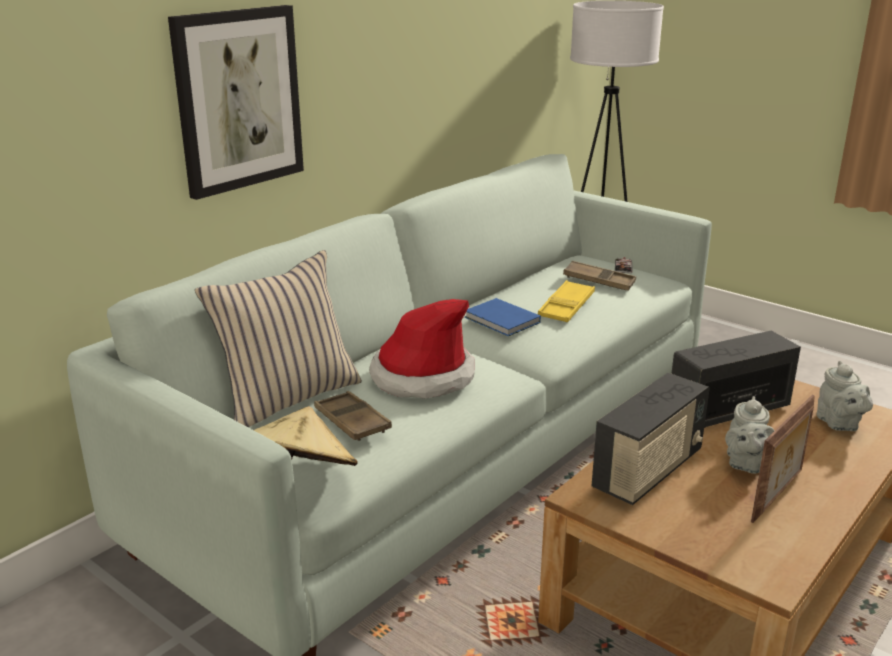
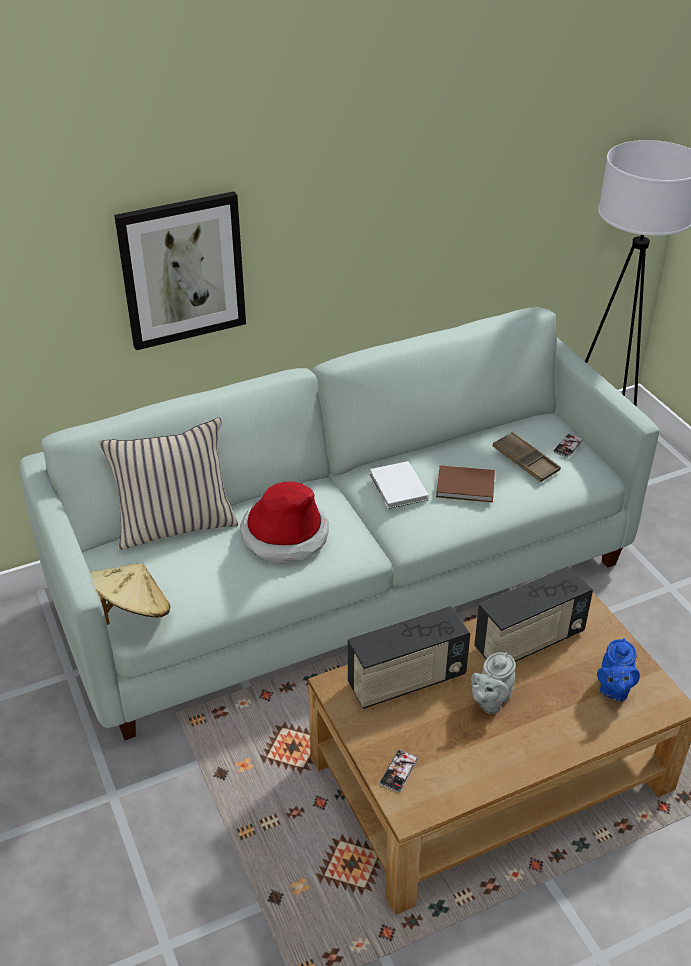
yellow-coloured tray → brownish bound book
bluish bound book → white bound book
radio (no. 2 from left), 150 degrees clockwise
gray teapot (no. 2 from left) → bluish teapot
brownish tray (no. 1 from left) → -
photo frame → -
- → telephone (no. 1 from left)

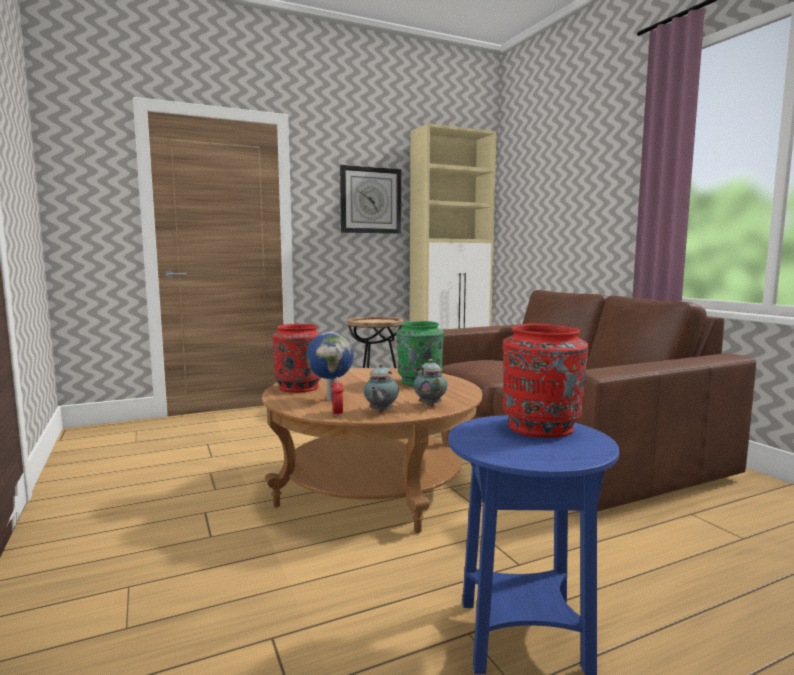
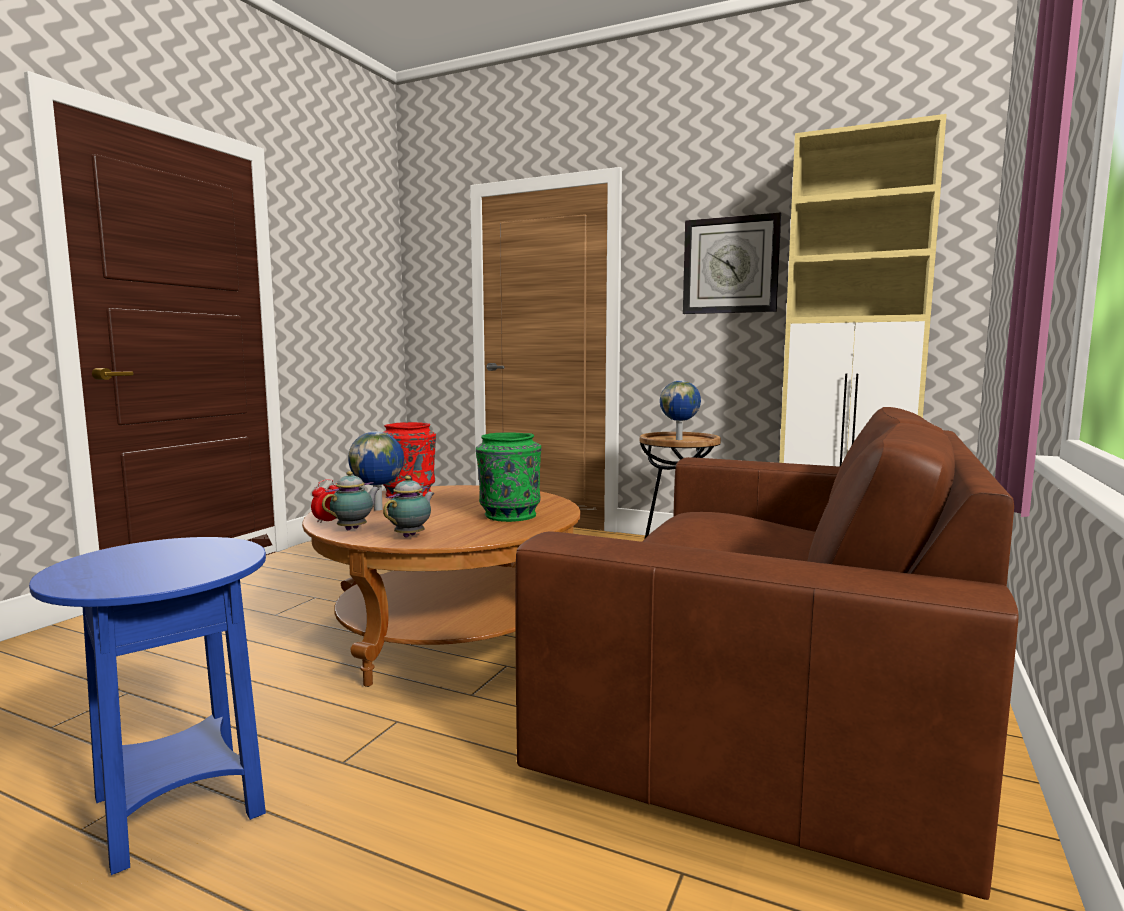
red flower vase (no. 2 from left) → -
teapot (no. 1 from left), 150 degrees clockwise
- → globe (no. 2 from left)

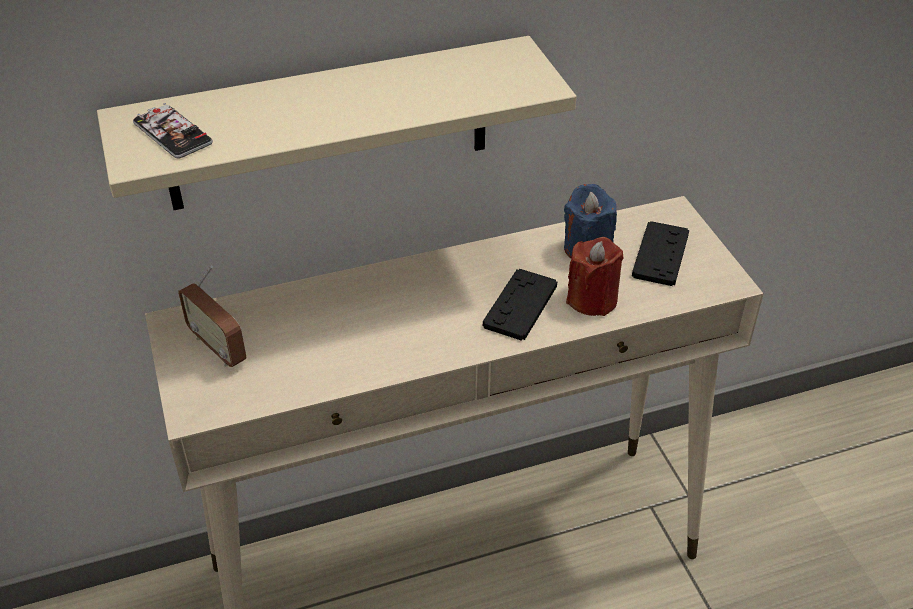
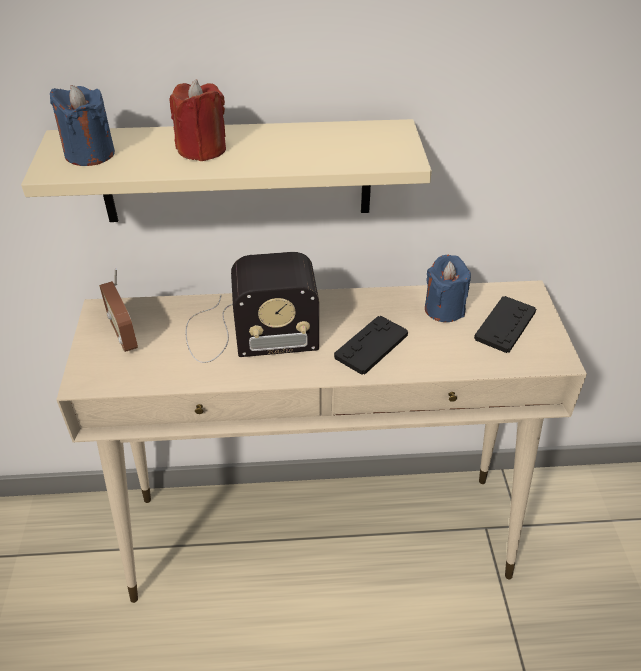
telephone → bluish wax light (no. 1 from left)
red wax light, relocated
- → radio (no. 2 from left)

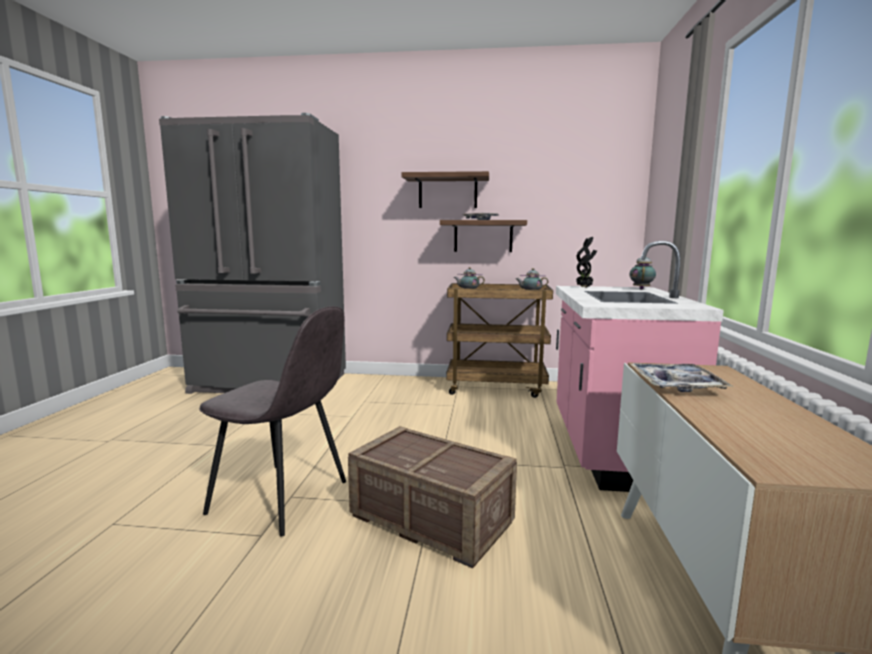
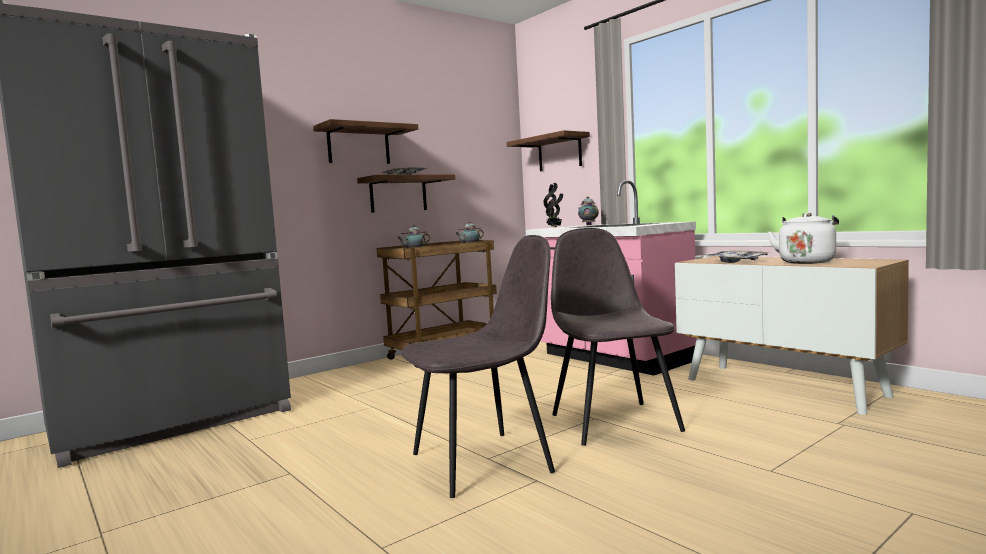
crate → gray plain chair (no. 2 from left)
- → shelf (no. 3 from left)
- → white kettle

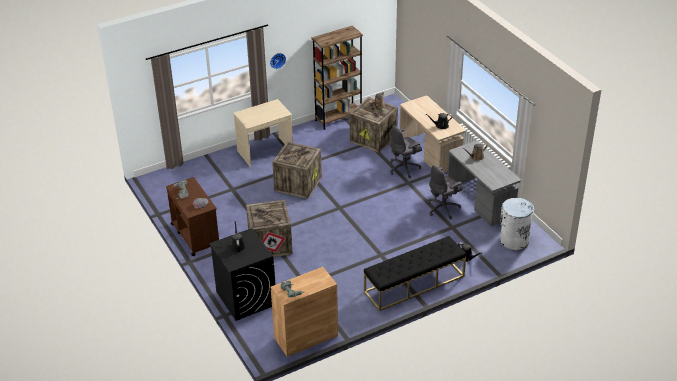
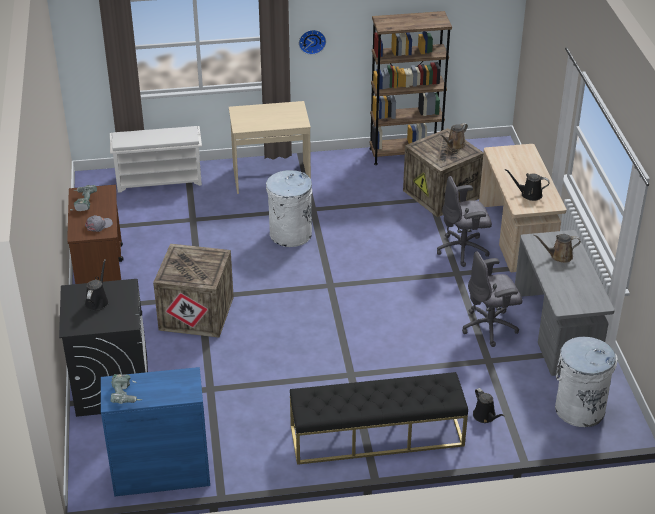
crate (no. 2 from left) → white trash can (no. 1 from left)
brownish cupboard → bluish cupboard
- → white shoe rack

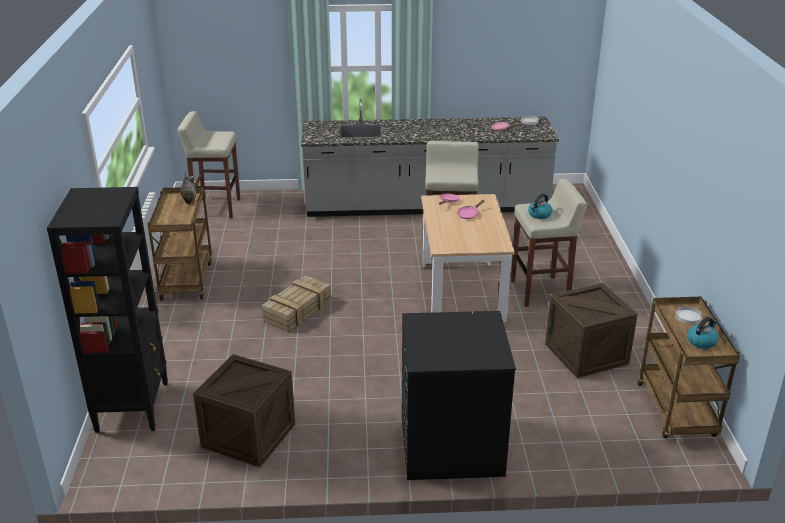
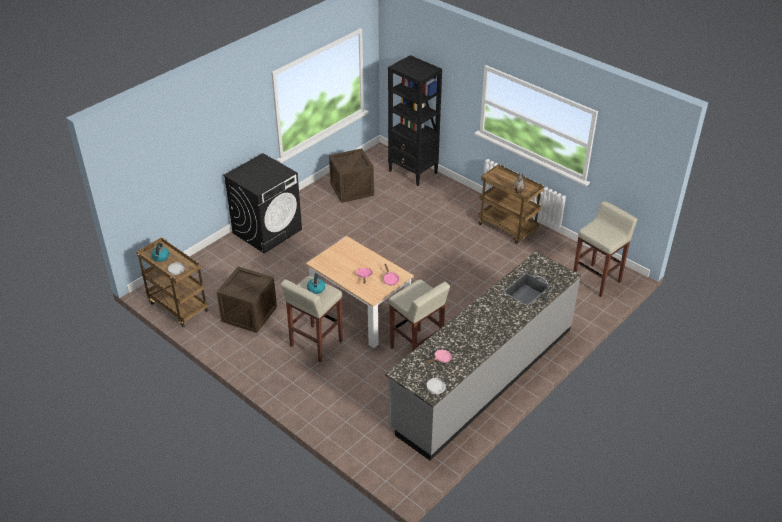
crate (no. 2 from left) → -

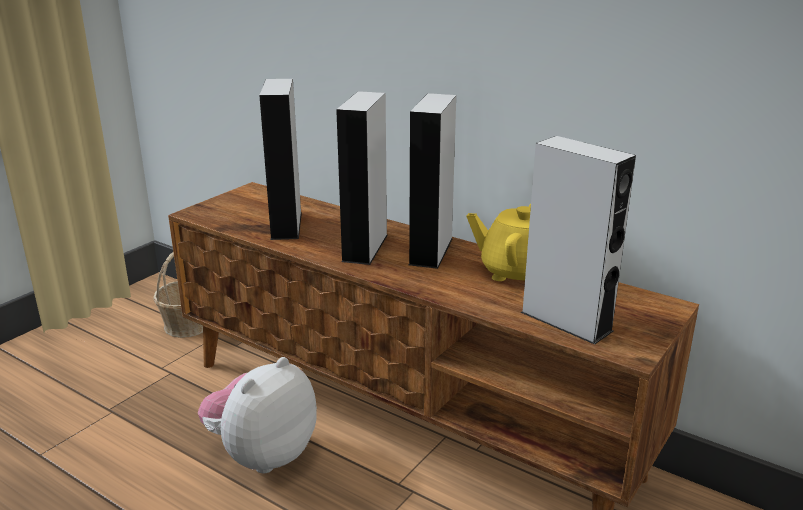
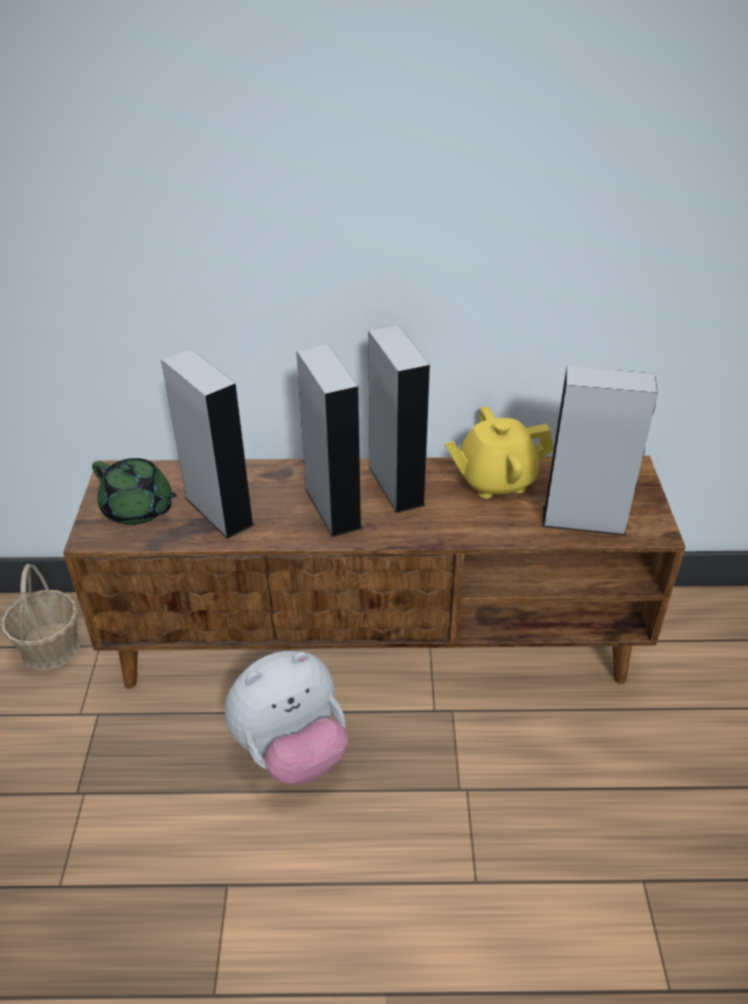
soft toy, 120 degrees counterclockwise
- → green-coloured teapot

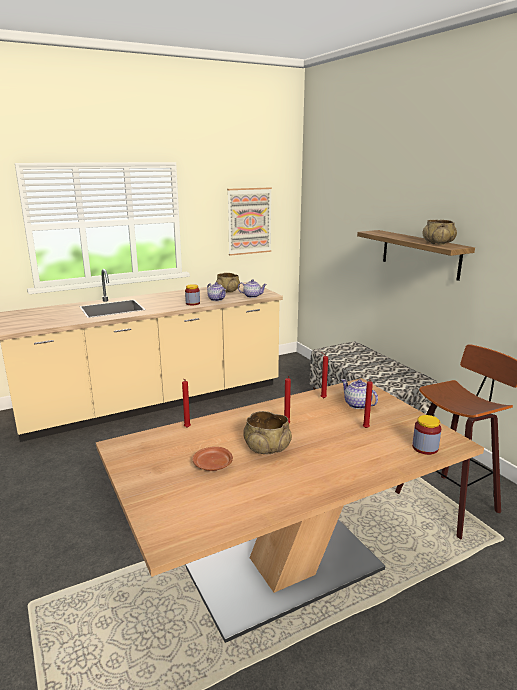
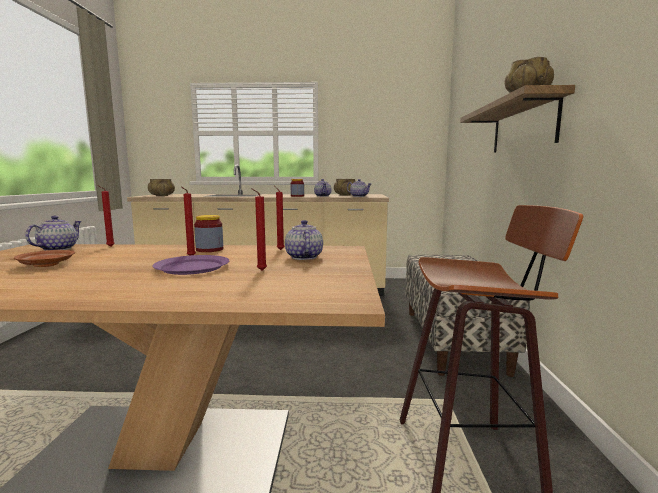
picture → -
beige-coloured serving bowl (no. 2 from left in the first image) → beige-coloured serving bowl (no. 1 from left), relocated
preserve jar (no. 2 from left in the first image) → preserve jar (no. 1 from left), relocated
- → teapot (no. 1 from left)
- → purple-coloured plate

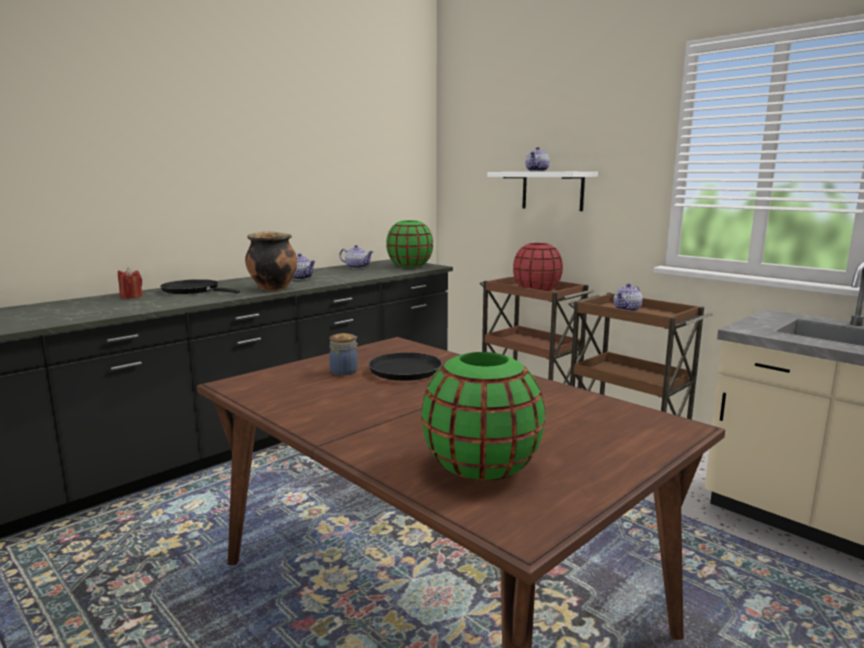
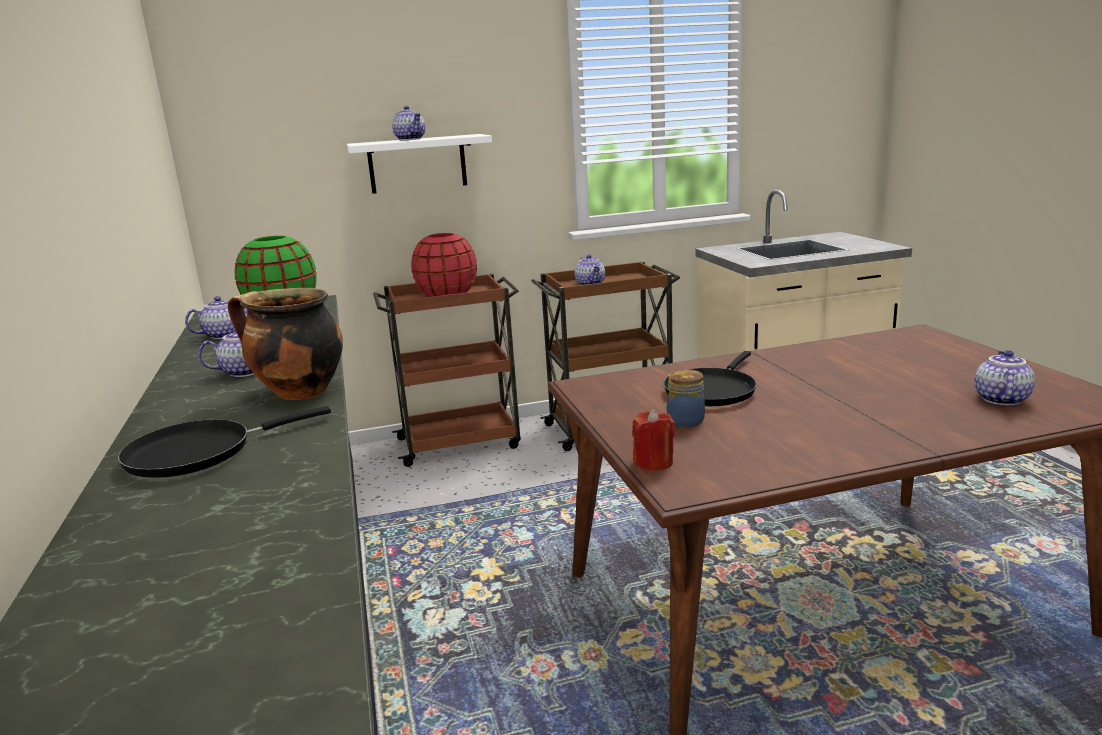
red wax light, relocated
green-coloured flower vase (no. 2 from left) → teapot (no. 5 from left)

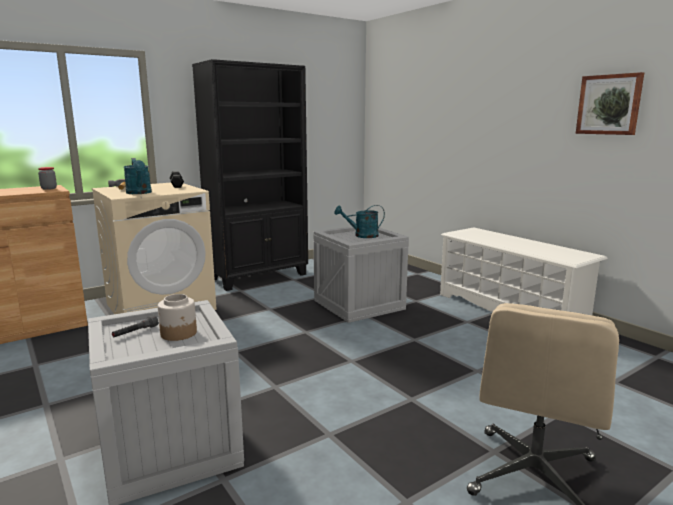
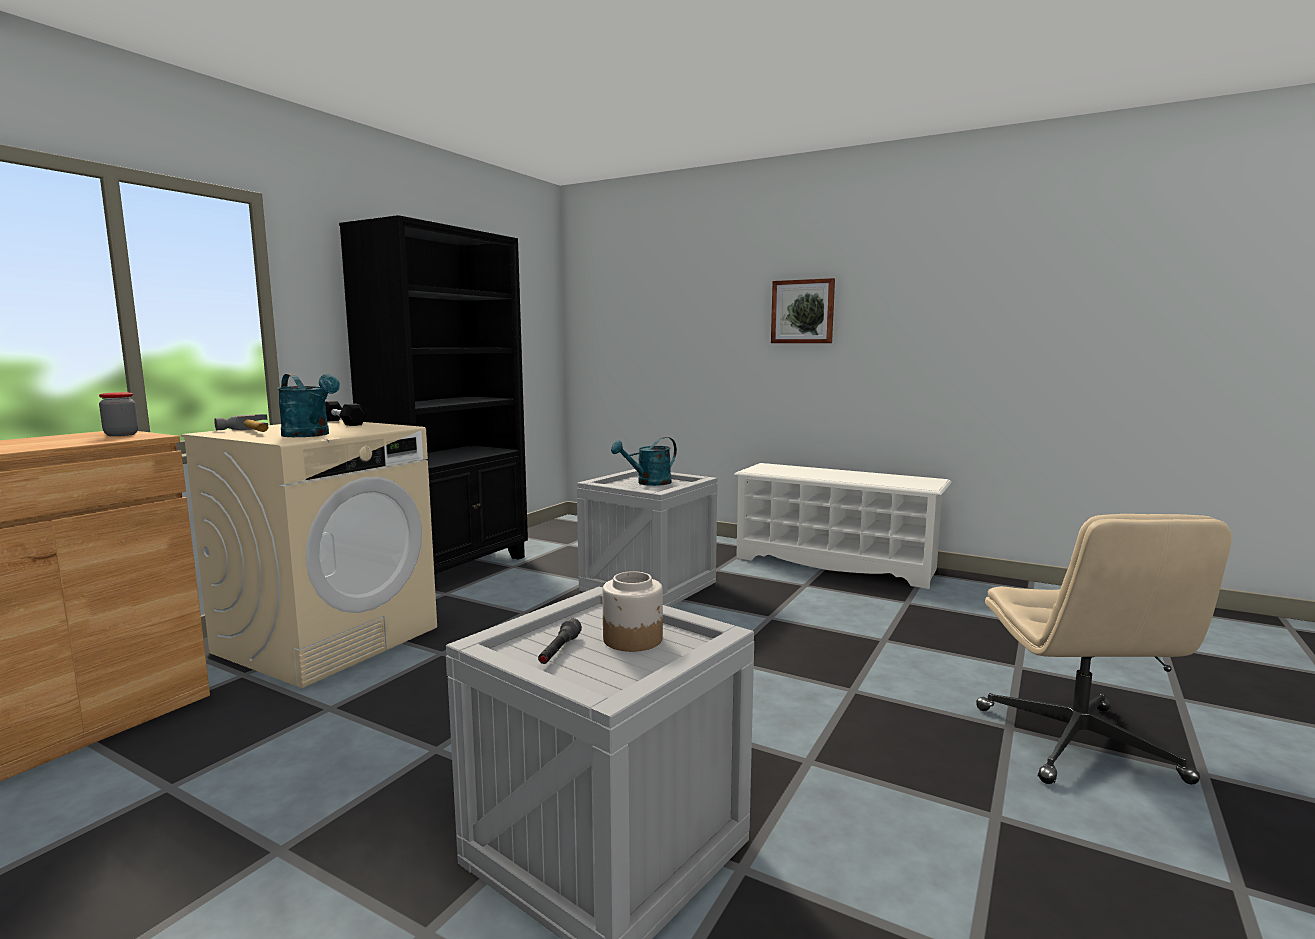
picture, relocated

